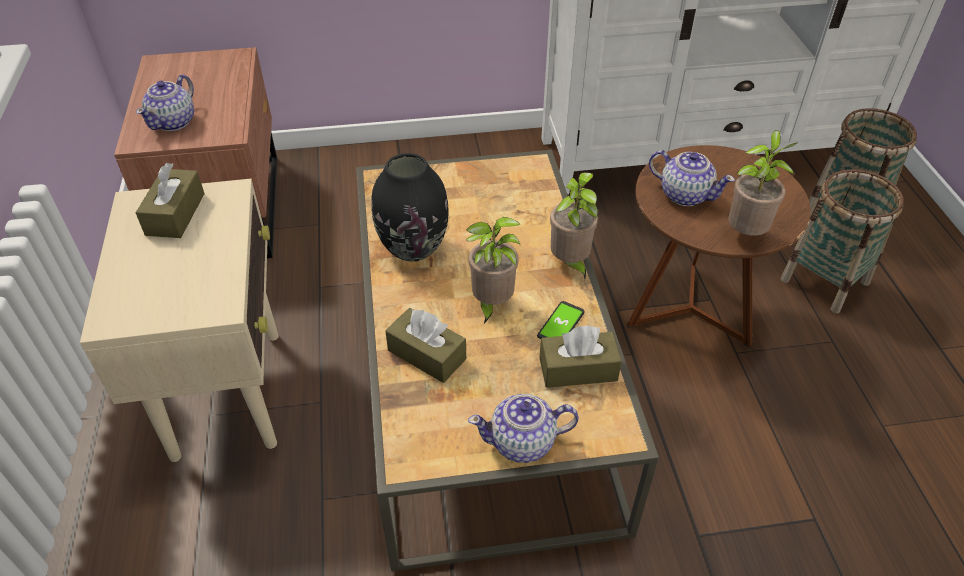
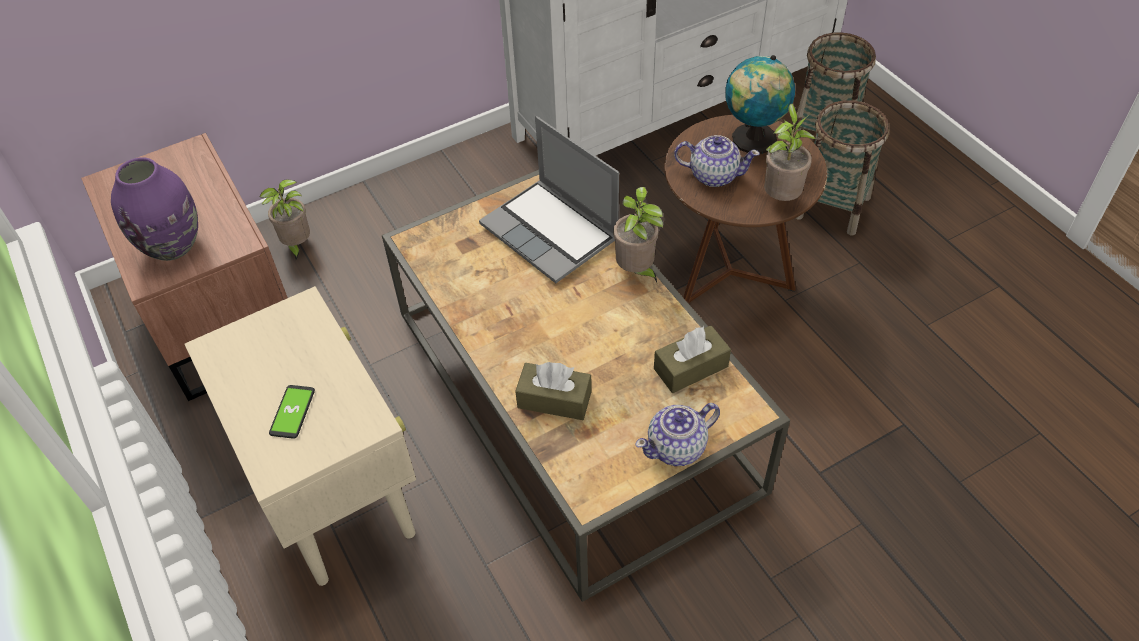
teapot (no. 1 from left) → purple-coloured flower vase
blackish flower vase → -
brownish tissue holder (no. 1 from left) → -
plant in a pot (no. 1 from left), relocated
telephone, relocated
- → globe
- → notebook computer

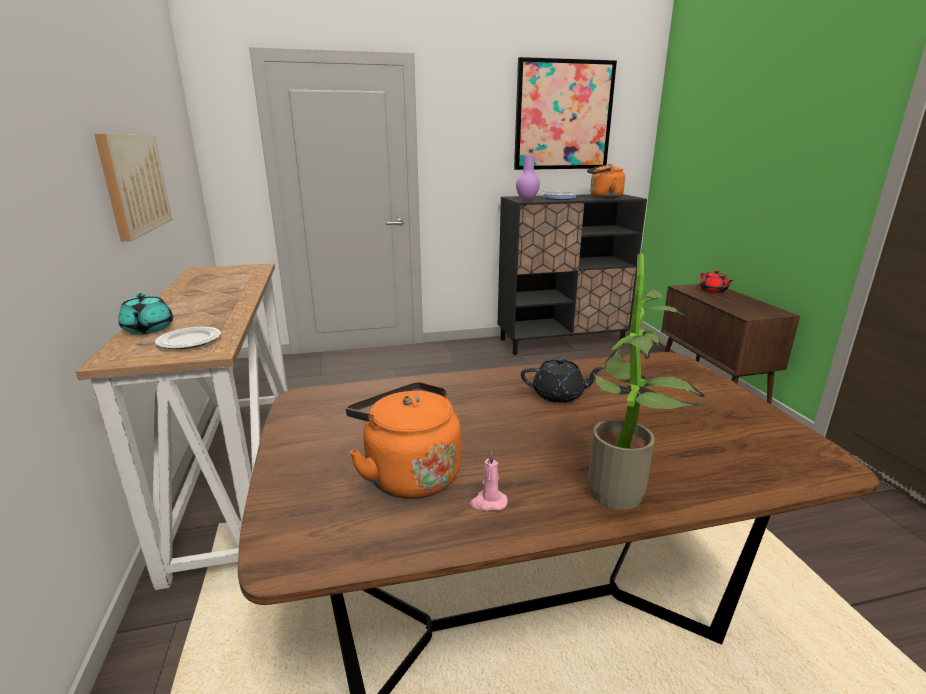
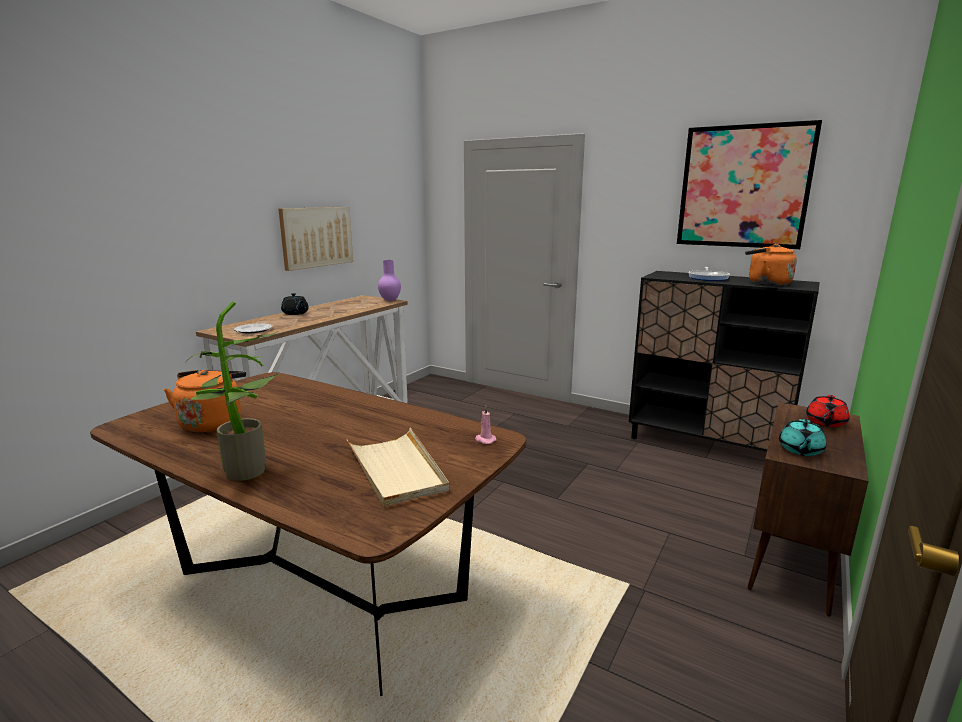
purple-coloured flower vase, relocated
blue-green teapot, relocated
blackish teapot, relocated
pinkish wax light, relocated
- → beige-coloured tray

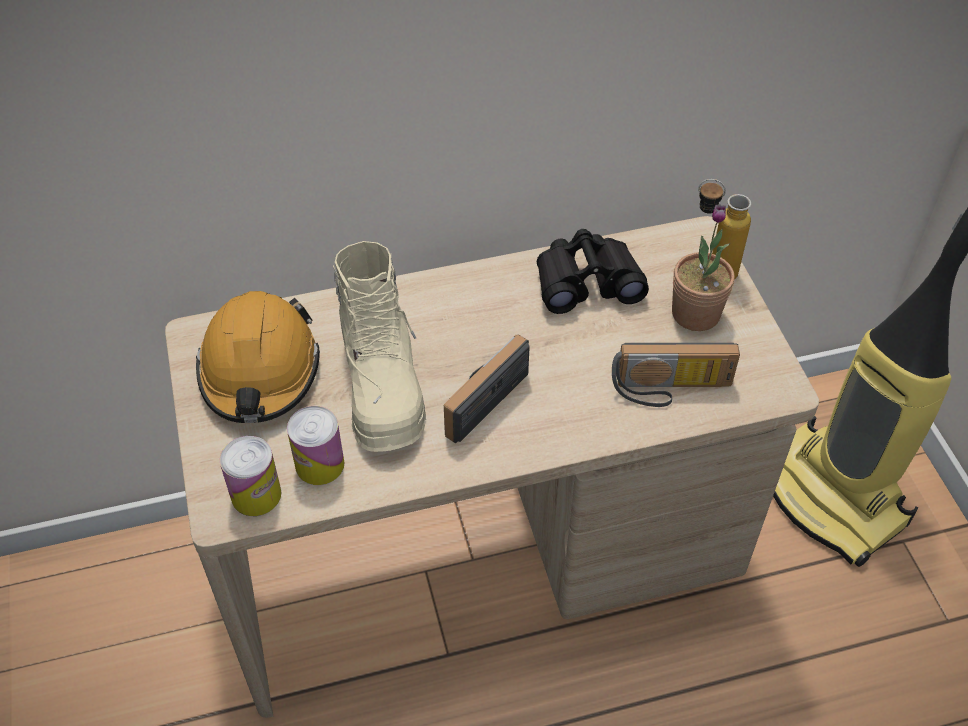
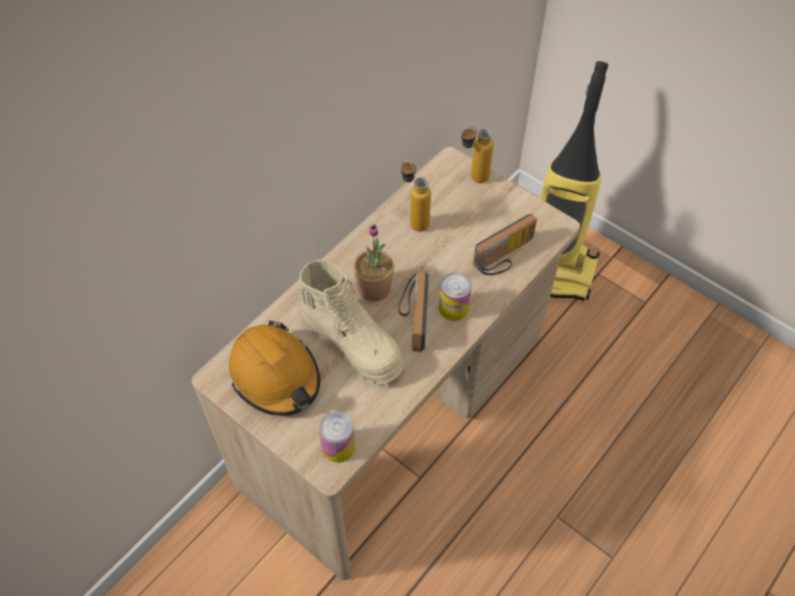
plant in a pot, relocated
blackish field glasses → bottle (no. 1 from left)
metal can (no. 2 from left), relocated

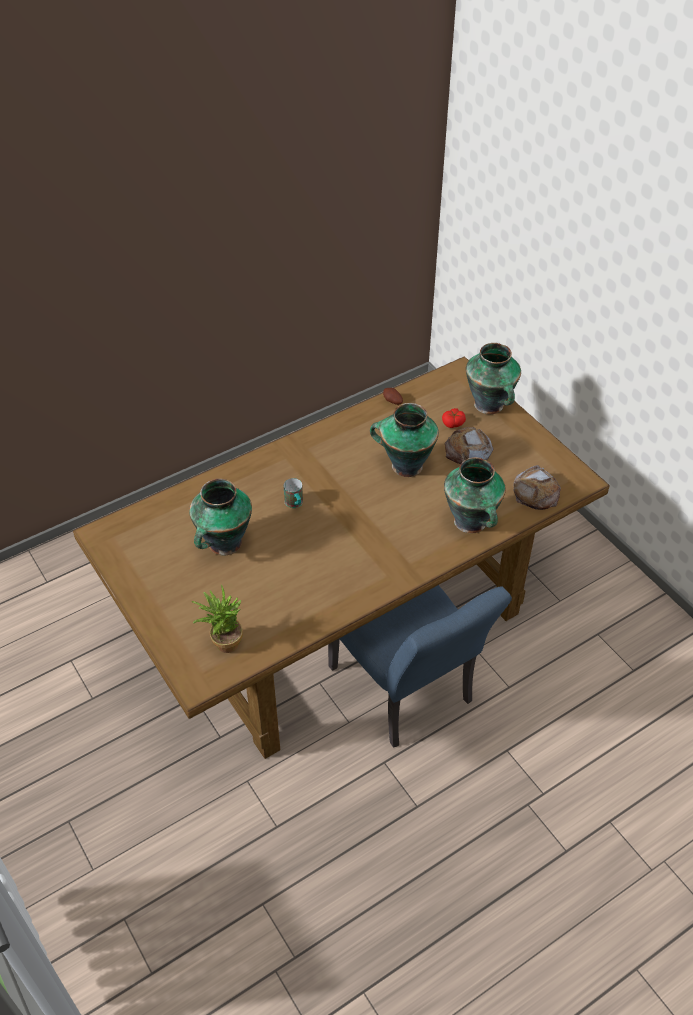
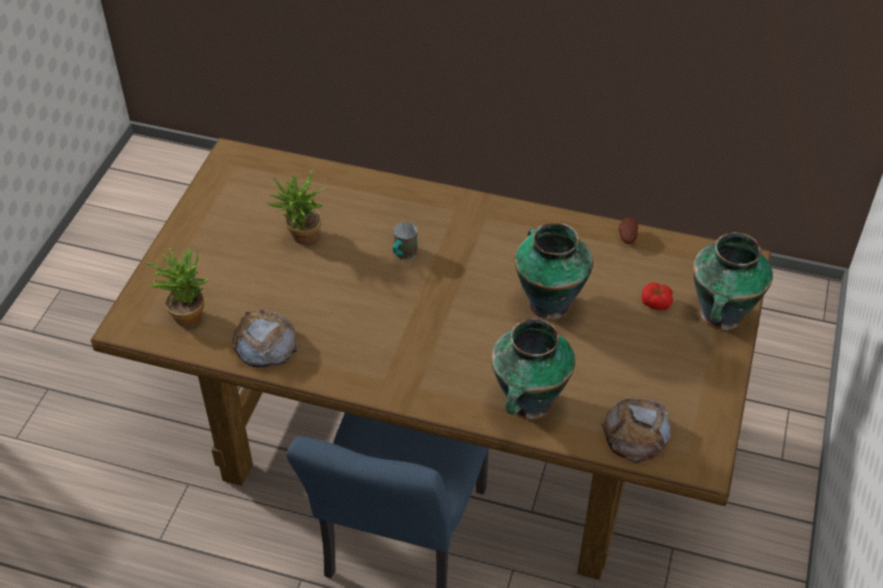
bread (no. 1 from left), relocated
flower vase (no. 1 from left) → plant in a pot (no. 2 from left)

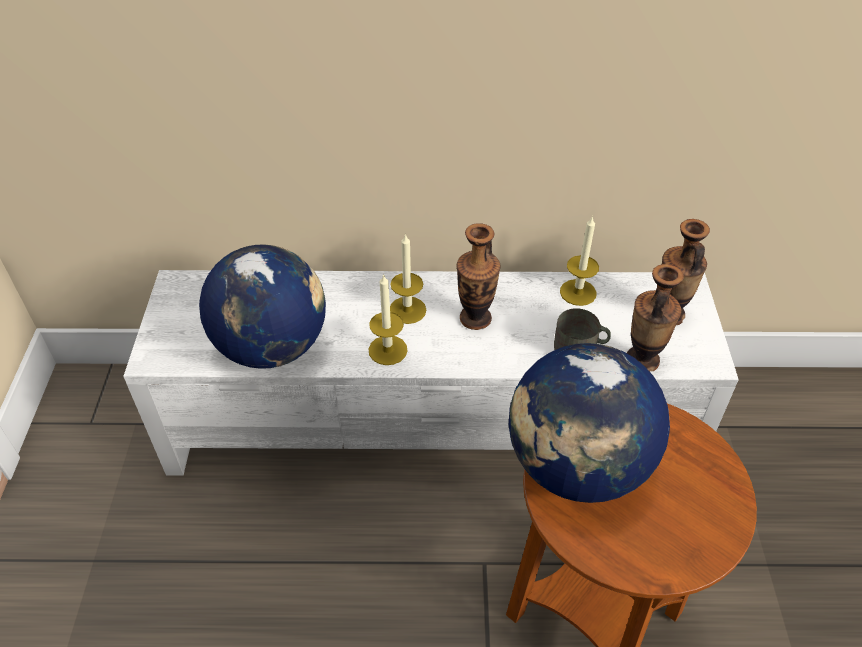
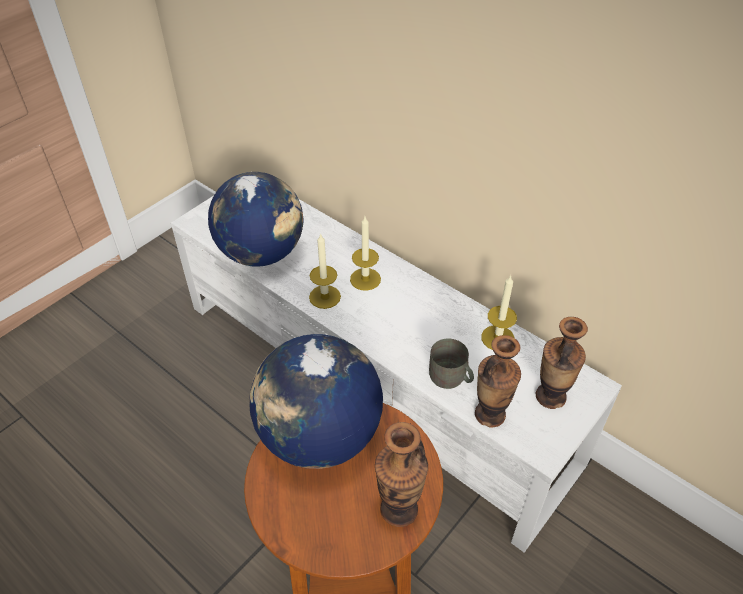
flower vase (no. 1 from left), relocated

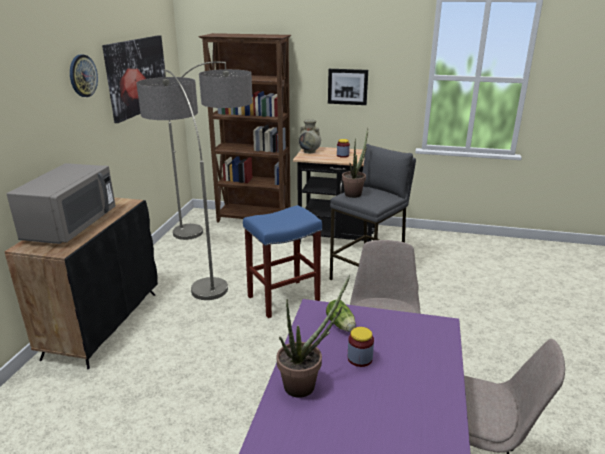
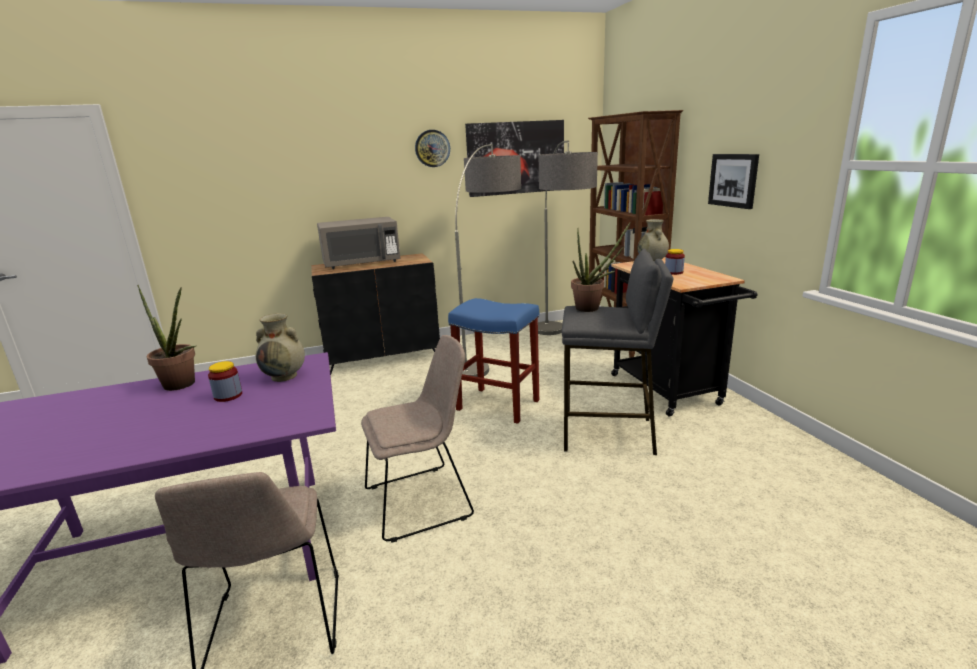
lettuce head → beige-coloured flower vase (no. 1 from left)

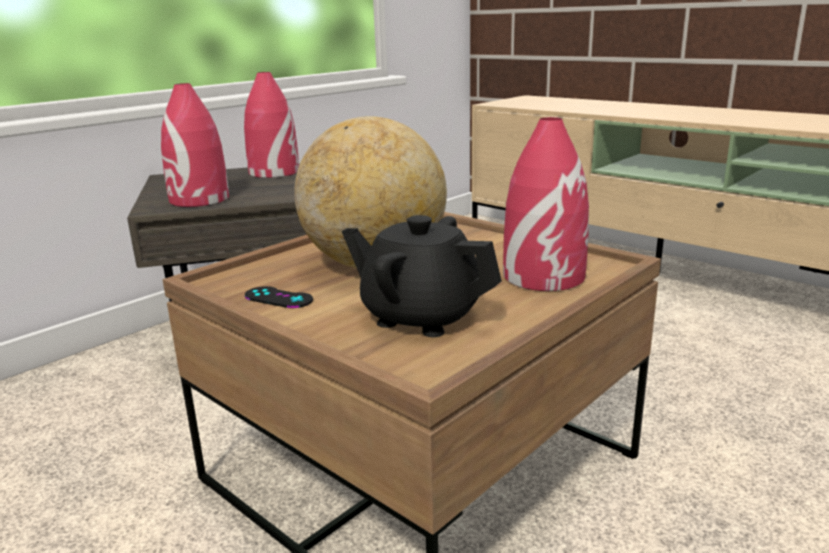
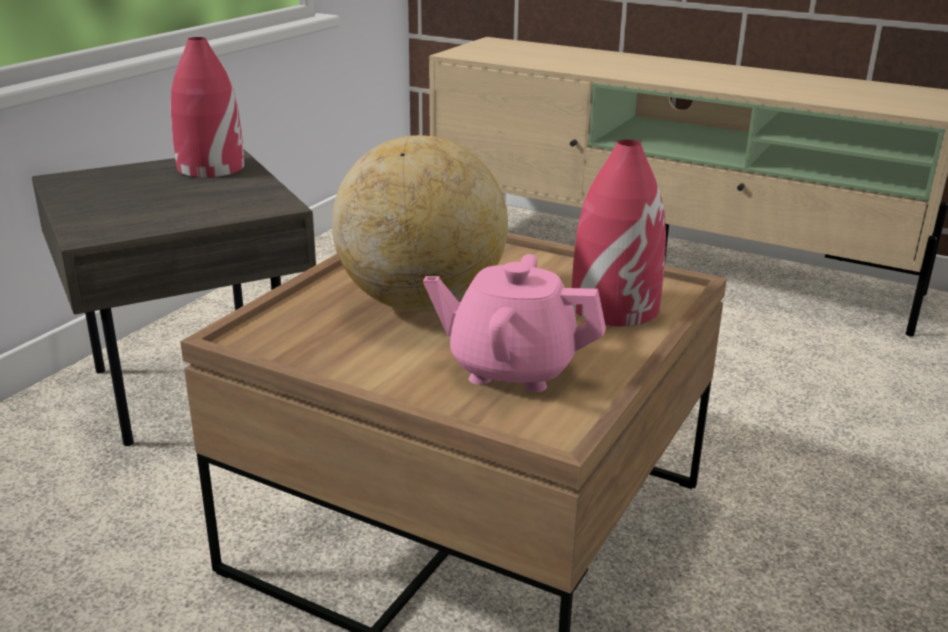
red flower vase (no. 1 from left) → -
blackish teapot → pinkish teapot
blackish game controller → -

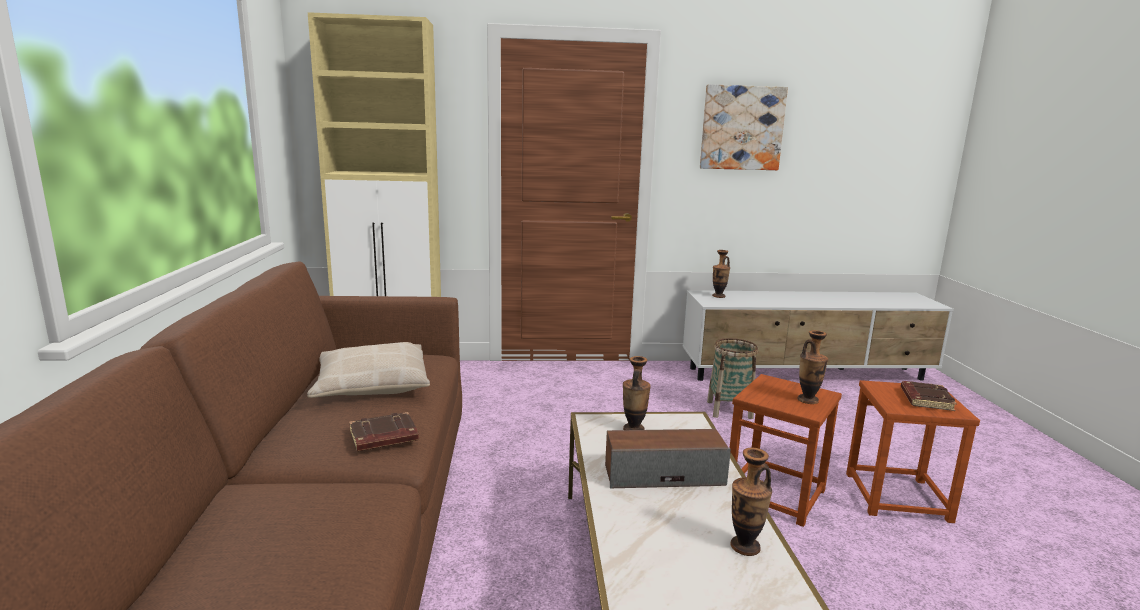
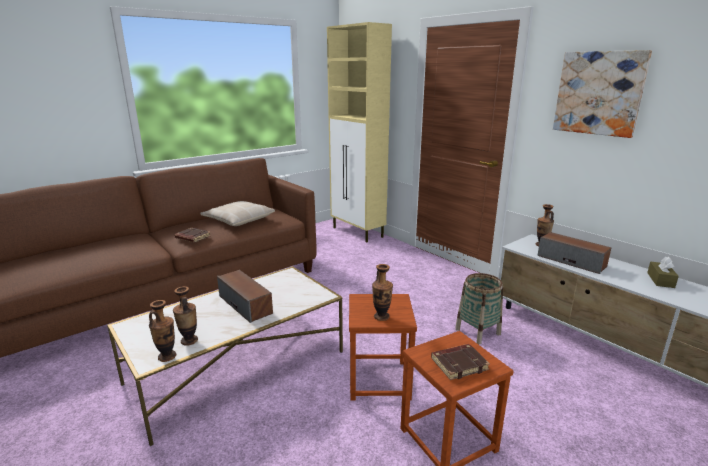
flower vase (no. 1 from left), relocated
- → audio speaker (no. 2 from left)
- → brownish tissue holder

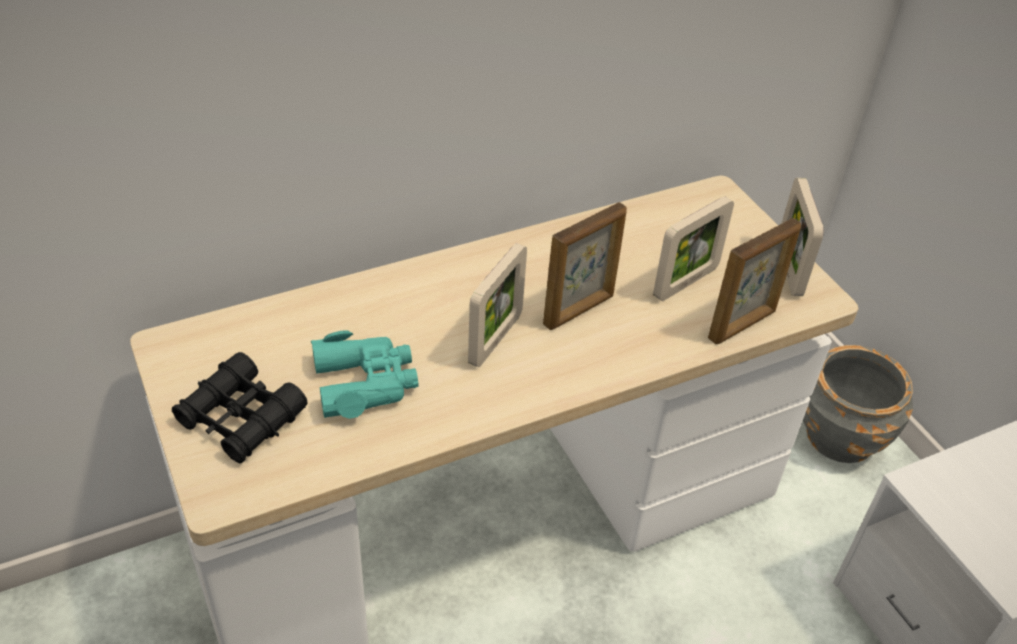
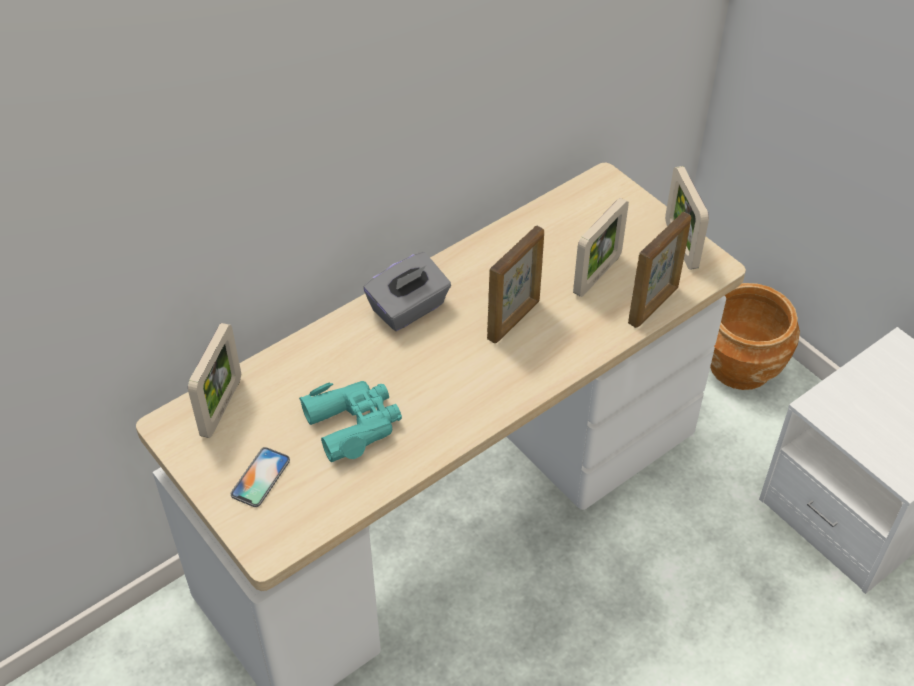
photo frame (no. 1 from left), relocated
gray flower pot → brownish flower pot
blackish field glasses → telephone
- → gray tissue holder

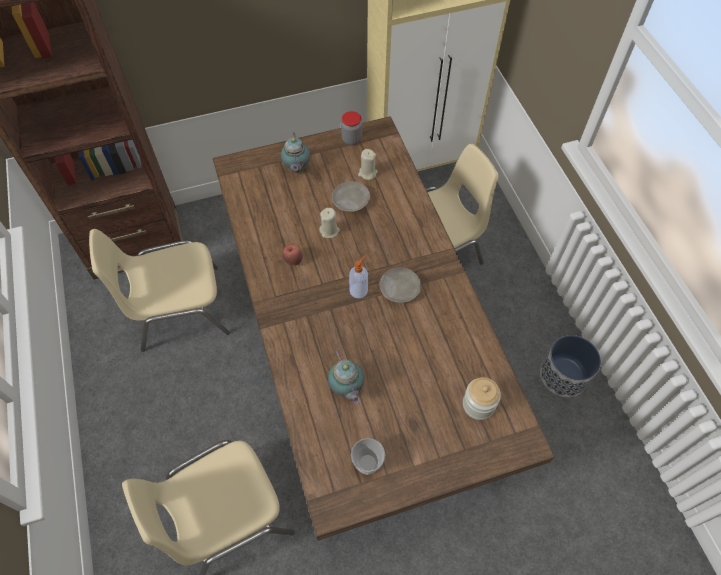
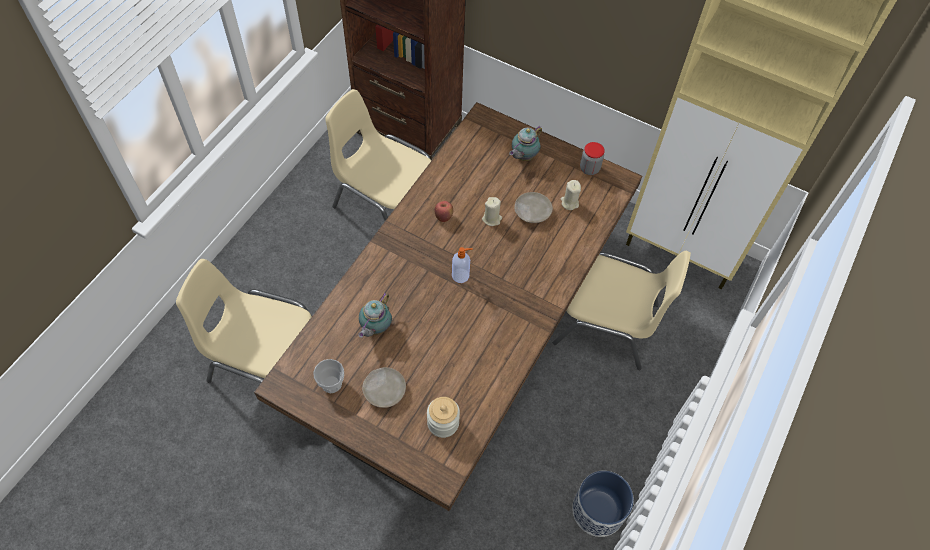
beige-coloured plate (no. 2 from left in the first image) → beige-coloured plate (no. 1 from left), relocated

